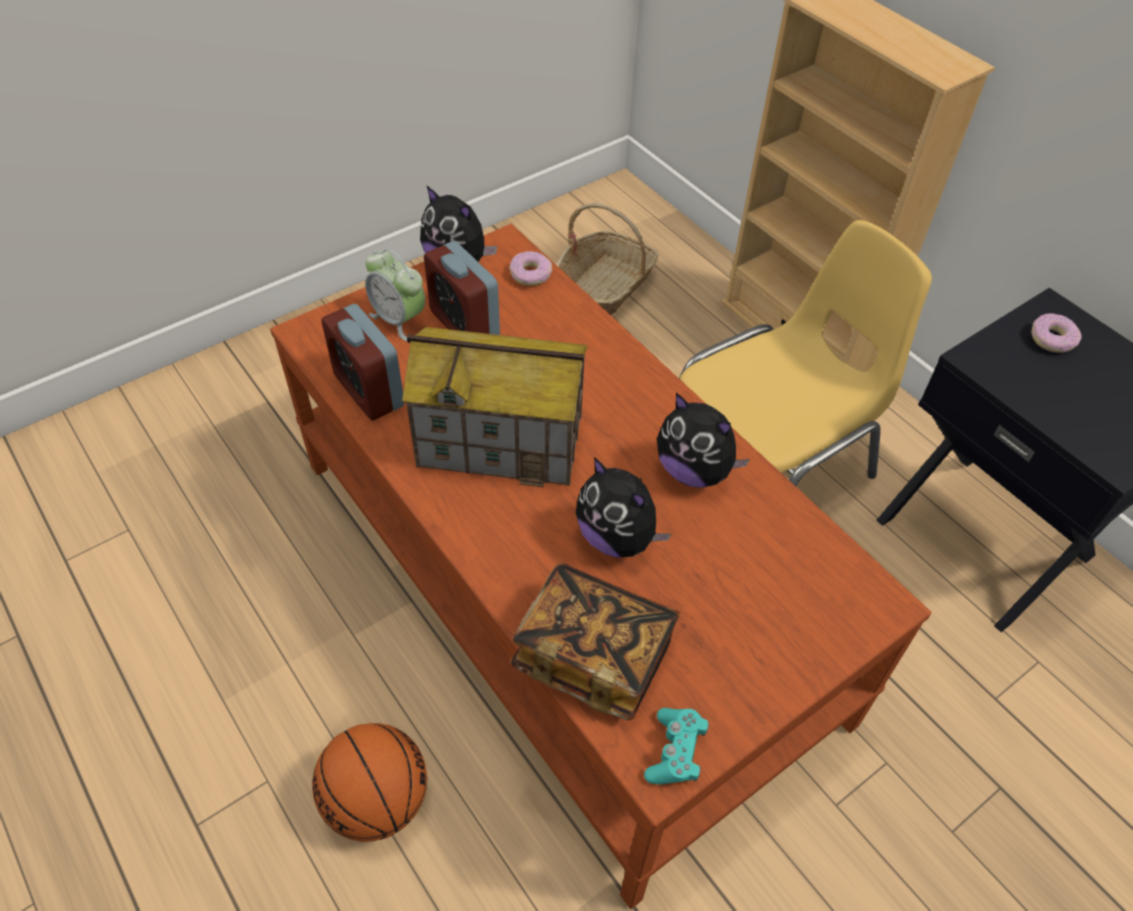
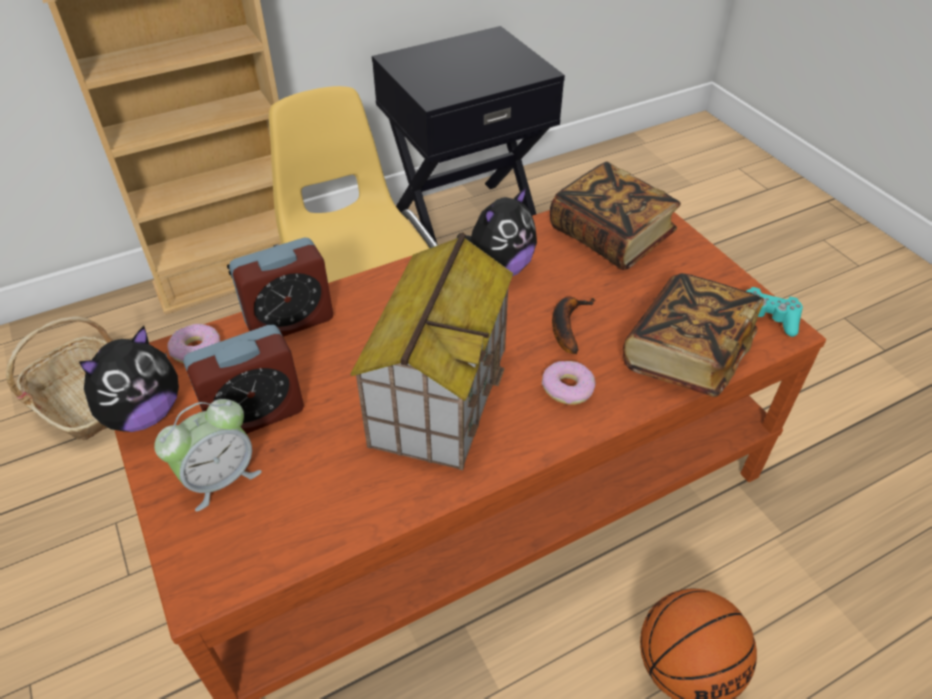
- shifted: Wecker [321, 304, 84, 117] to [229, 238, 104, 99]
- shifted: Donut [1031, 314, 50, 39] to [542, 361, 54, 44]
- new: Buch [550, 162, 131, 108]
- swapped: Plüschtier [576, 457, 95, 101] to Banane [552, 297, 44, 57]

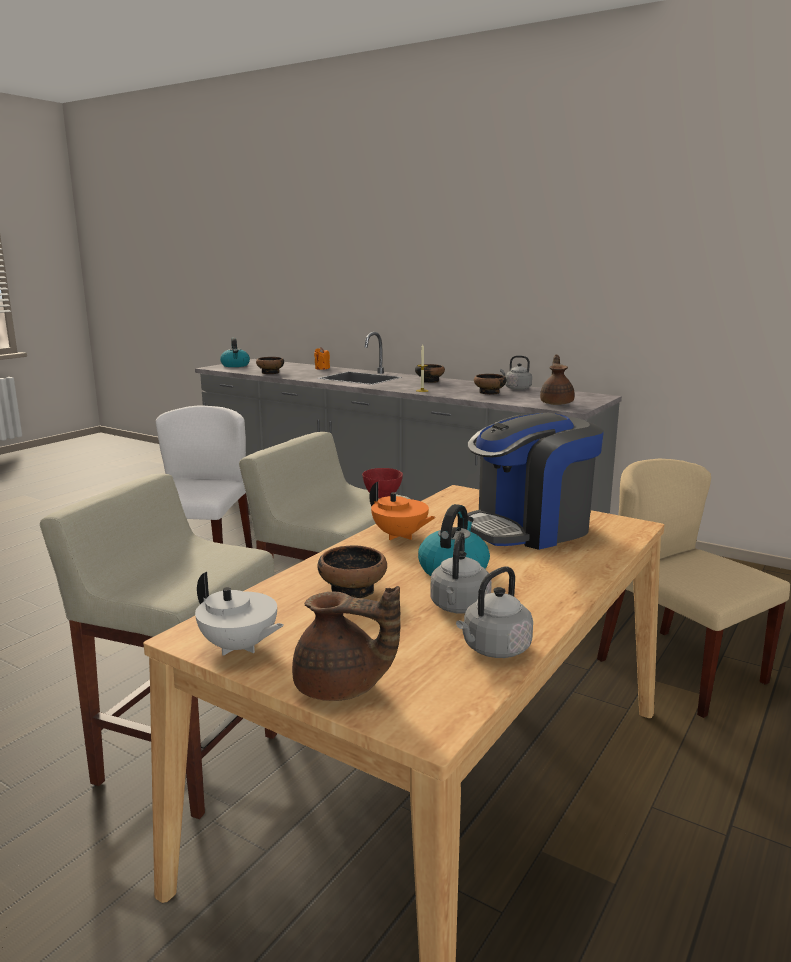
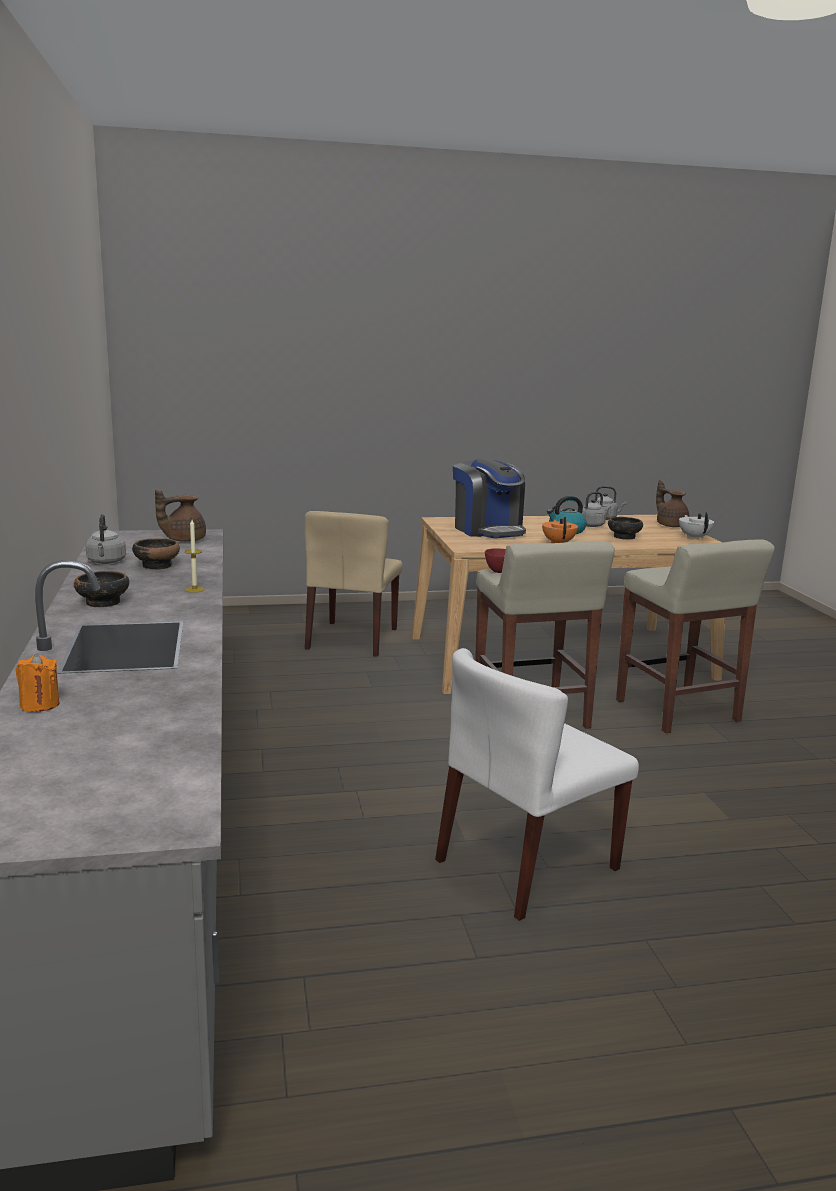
- rotated: Kaffeemaschine [467, 413, 137, 137] = [453, 459, 73, 79] 45 degrees clockwise
- gone: Wasserkessel [220, 338, 30, 29]
- gone: Schüssel [256, 357, 28, 17]

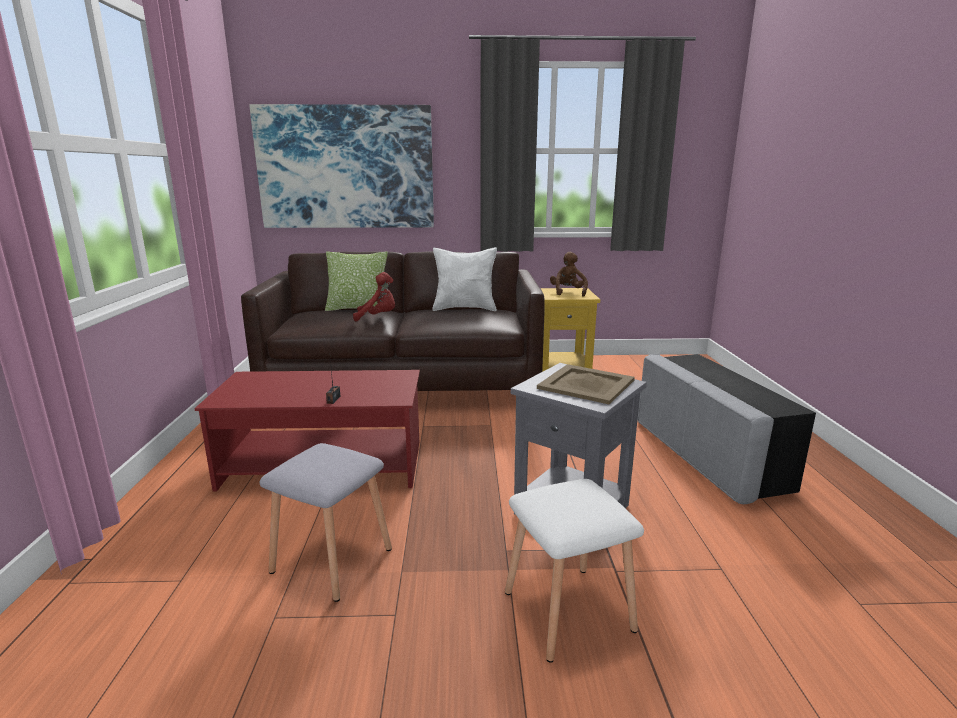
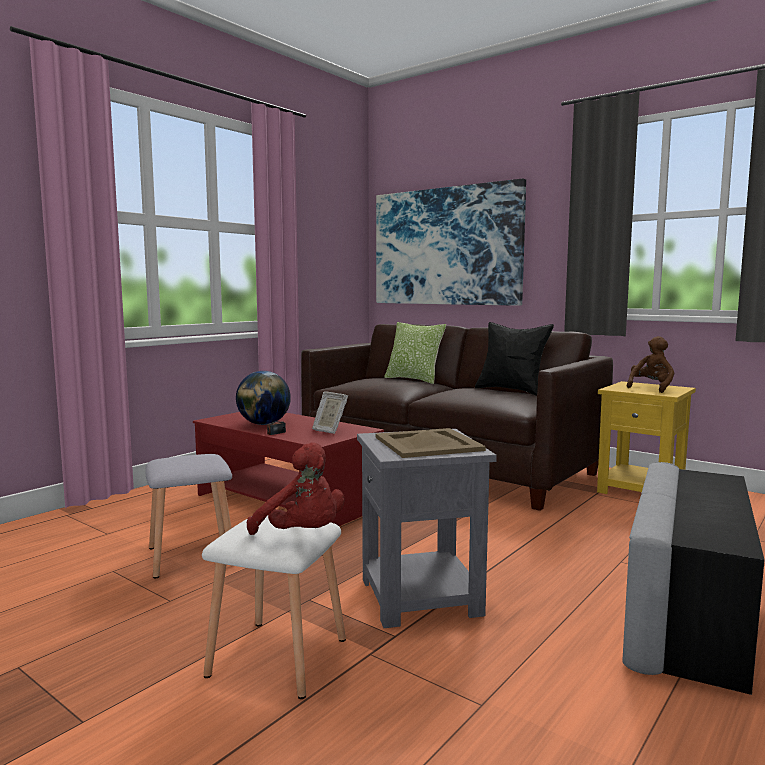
- new: Globus [236, 371, 55, 54]
- shifted: Plüschtier (rot) [353, 272, 42, 50] to [247, 442, 97, 93]
- new: Bilderrahmen [312, 391, 36, 43]
- repainted: Kissen (weiß) [432, 247, 65, 64] to Kissen (schwarz) [475, 322, 79, 74]

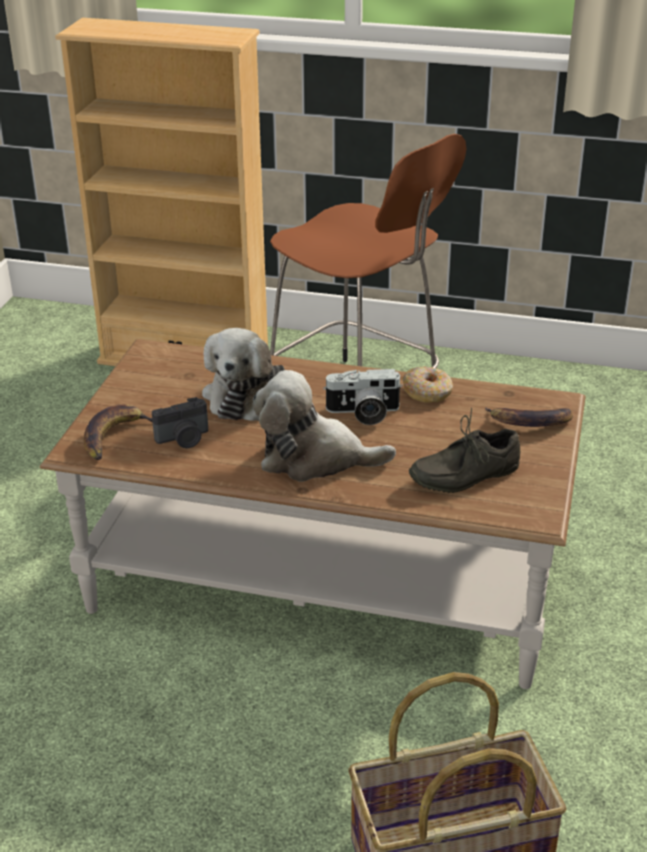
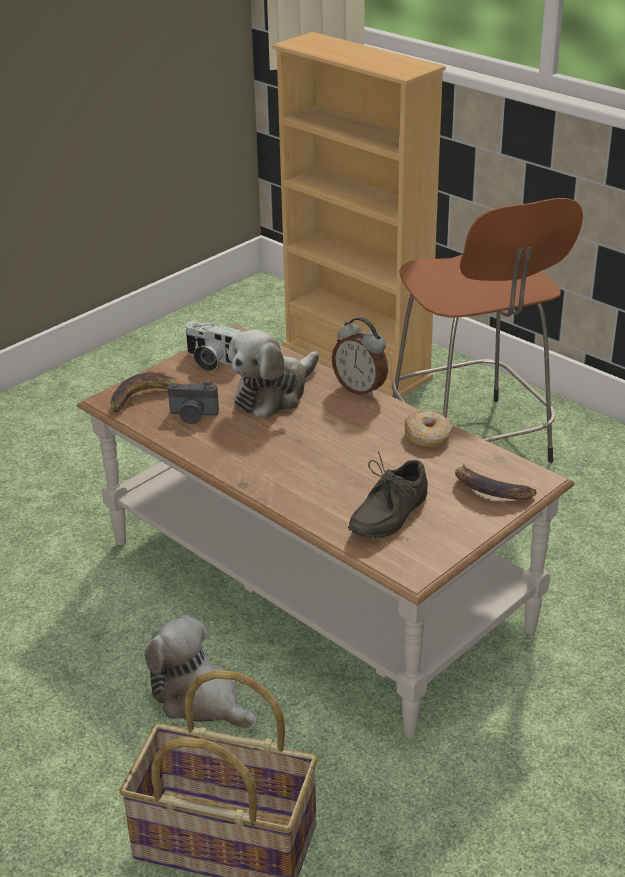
- shifted: Plüschtier [253, 370, 143, 112] to [144, 615, 113, 114]
- shifted: Kamera [323, 369, 80, 56] to [185, 322, 57, 49]
- new: Wecker [332, 317, 56, 81]
- rotated: Schuh (grau) [409, 408, 111, 85] = [348, 451, 80, 87] 60 degrees counterclockwise

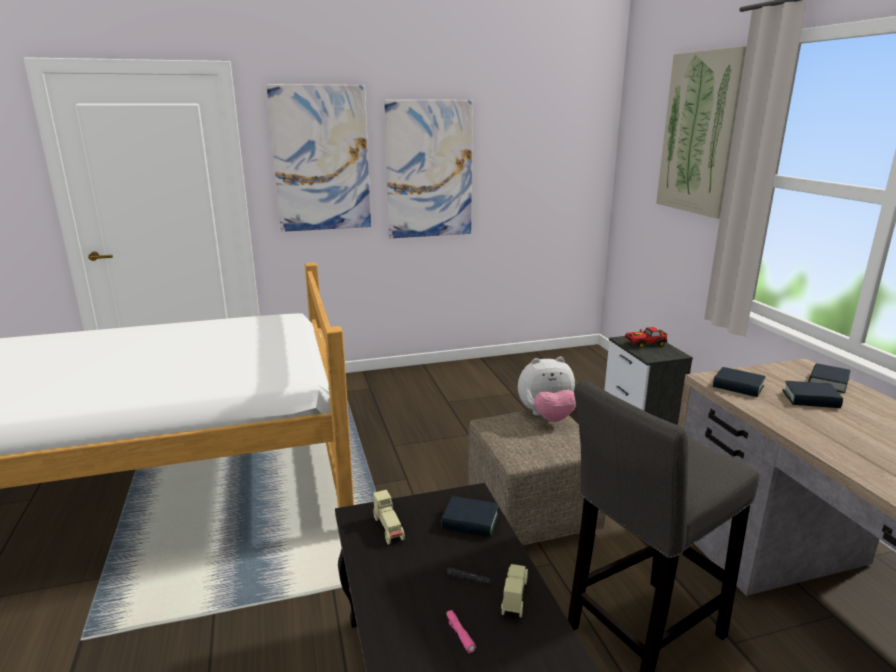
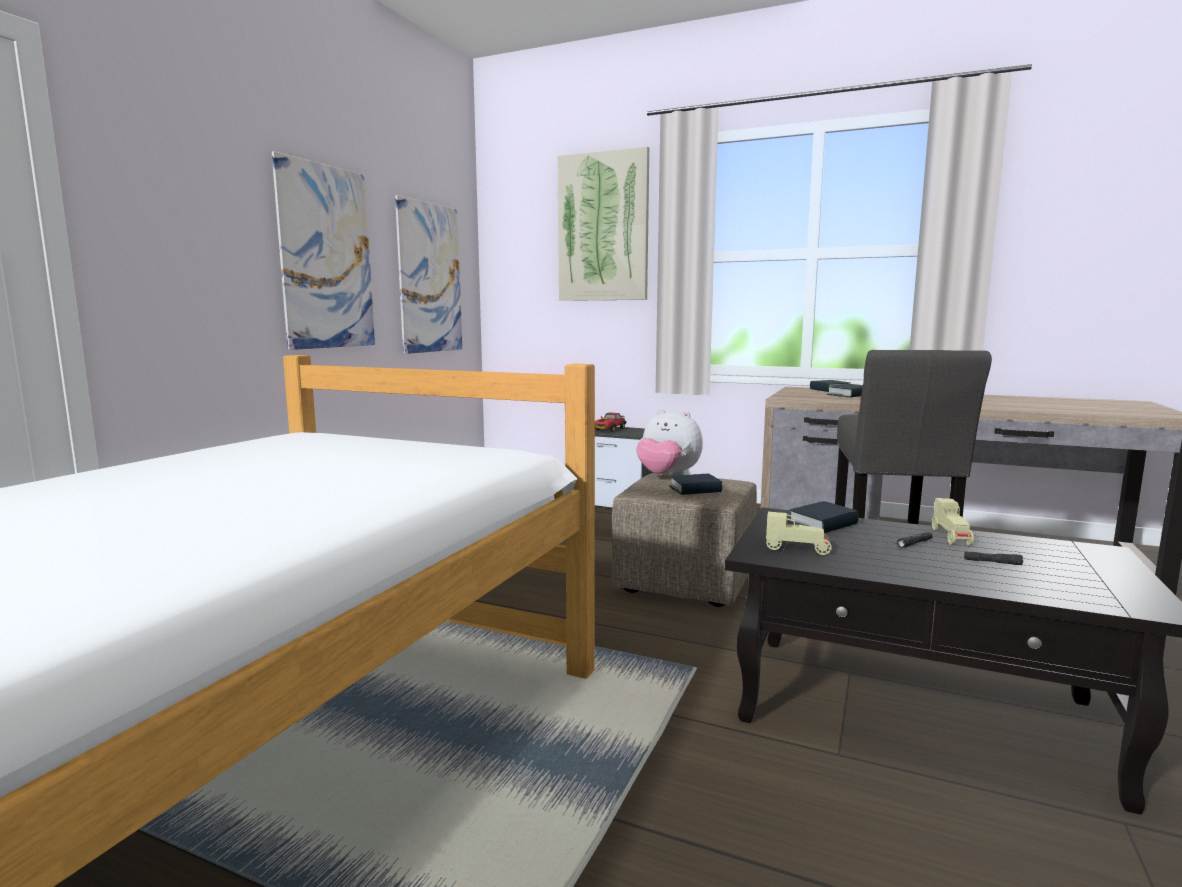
- shifted: Bild [267, 84, 104, 148] to [395, 195, 67, 159]
- rotated: Plüschtier [518, 357, 58, 65] = [636, 409, 67, 67] 90 degrees clockwise
- shifted: Buch [713, 367, 53, 30] to [670, 474, 52, 21]
- rotated: Spielzeugauto (beige) [501, 564, 27, 54] = [932, 498, 42, 47] 135 degrees counterclockwise
- repainted: Taschenlampe (rosa) [446, 610, 30, 43] to Taschenlampe (schwarz) [964, 552, 59, 13]

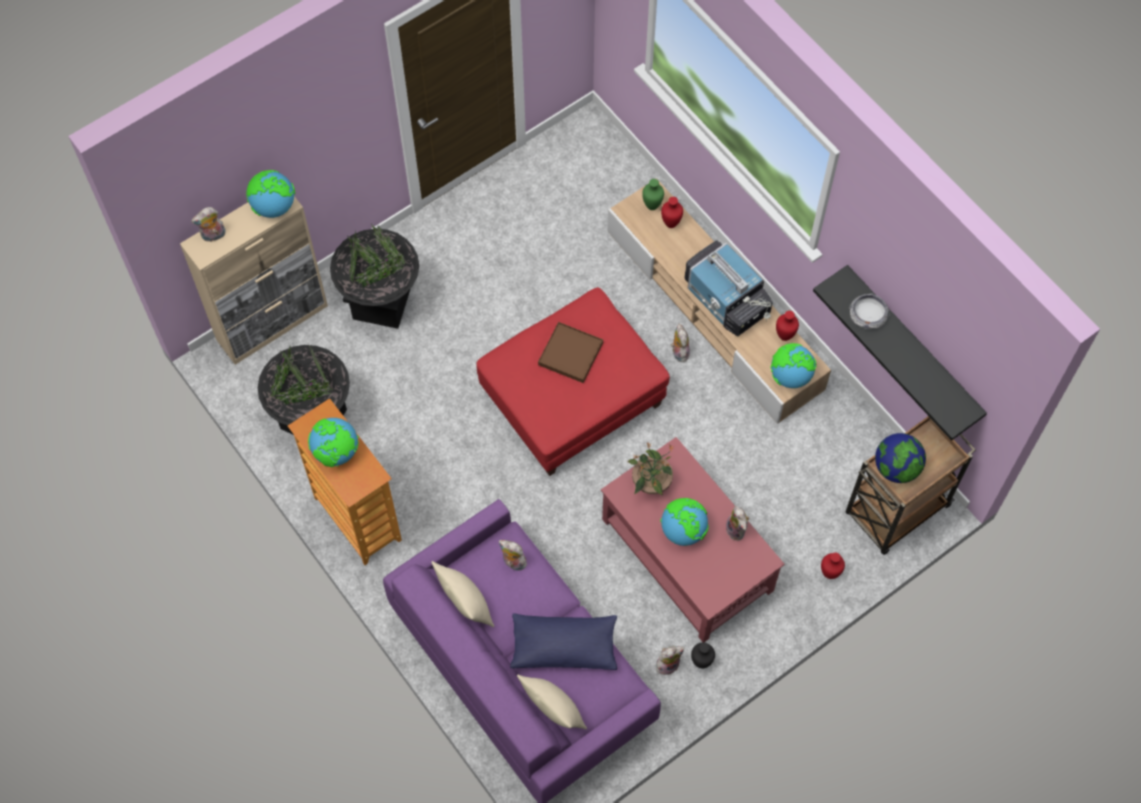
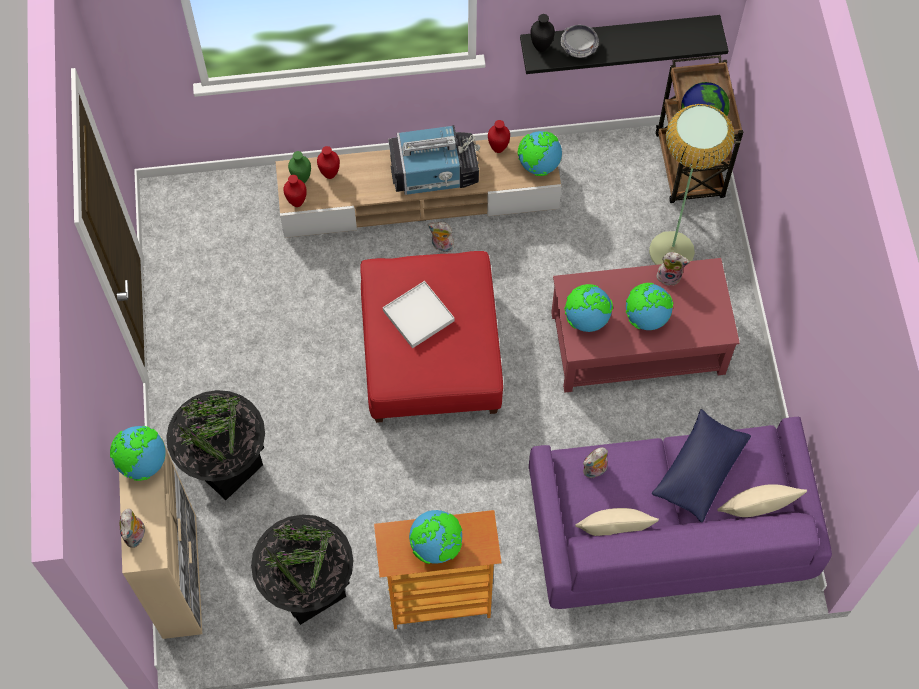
- shifted: Vase (rot) [821, 553, 24, 26] to [283, 175, 24, 32]
- repainted: Tablett (braun) [538, 322, 65, 61] to Tablett (weiß) [383, 281, 72, 67]
- shifted: Vase (schwarz) [691, 642, 24, 26] to [531, 14, 24, 38]
- swapped: Topfpflanze [628, 442, 46, 53] to Globus [564, 284, 49, 48]
- new: Stehlampe [649, 104, 86, 161]
- gone: Plüschtier [656, 646, 28, 29]

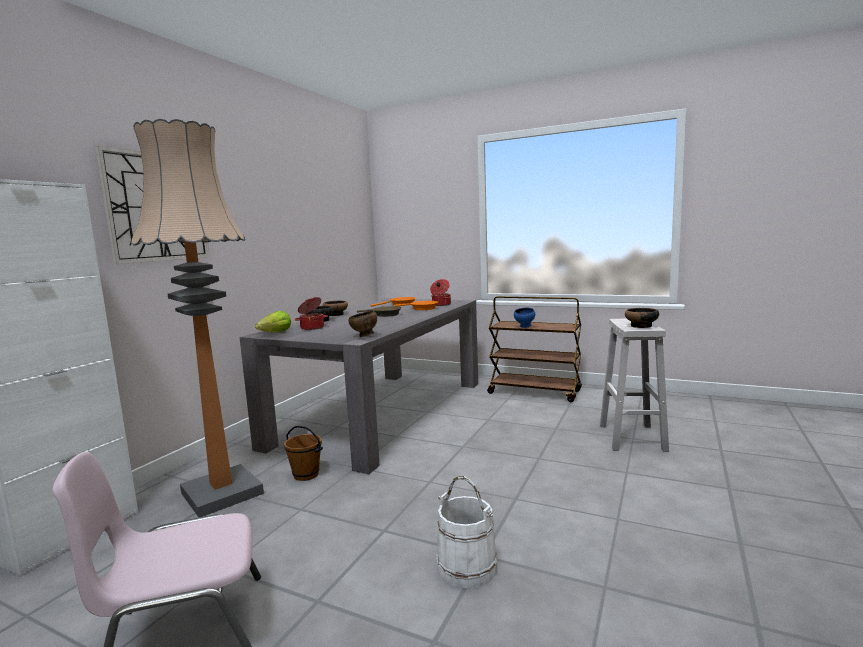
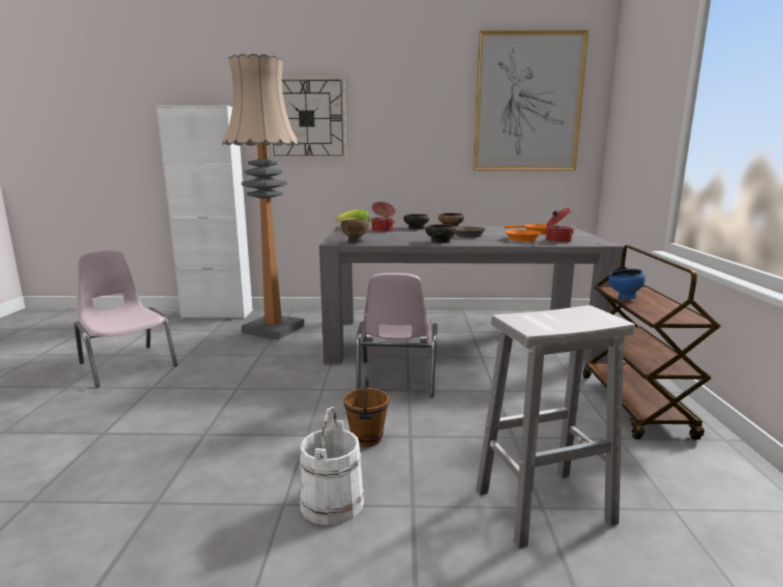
- shifted: Eimer (weiß) [436, 476, 61, 113] to [299, 406, 65, 120]
- shifted: Eimer (braun) [284, 426, 39, 55] to [344, 377, 45, 70]
- new: Stuhl (rosa) [356, 273, 81, 124]
- shifted: Schüssel [625, 308, 34, 20] to [425, 224, 31, 19]
- new: Bild [473, 30, 116, 140]

